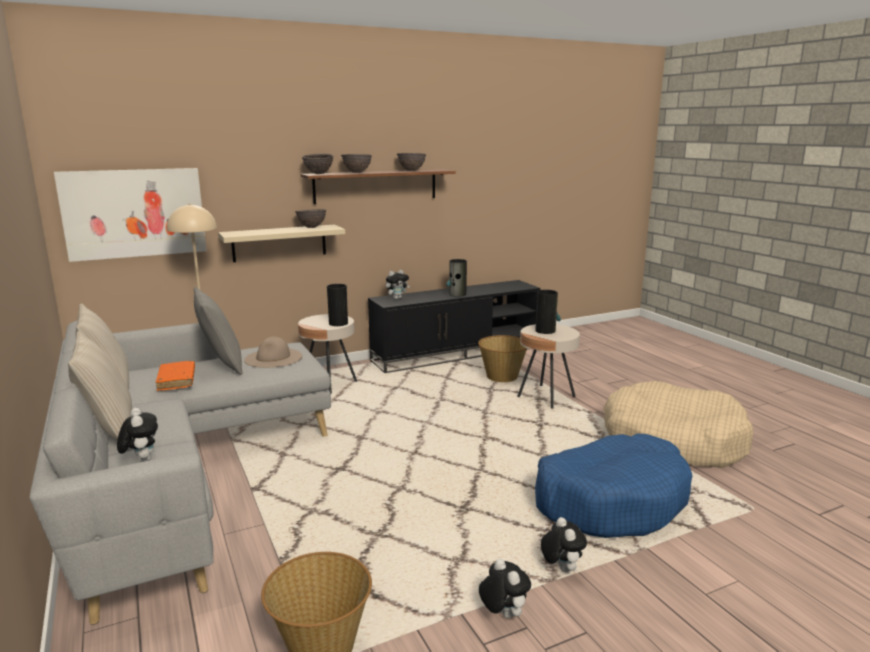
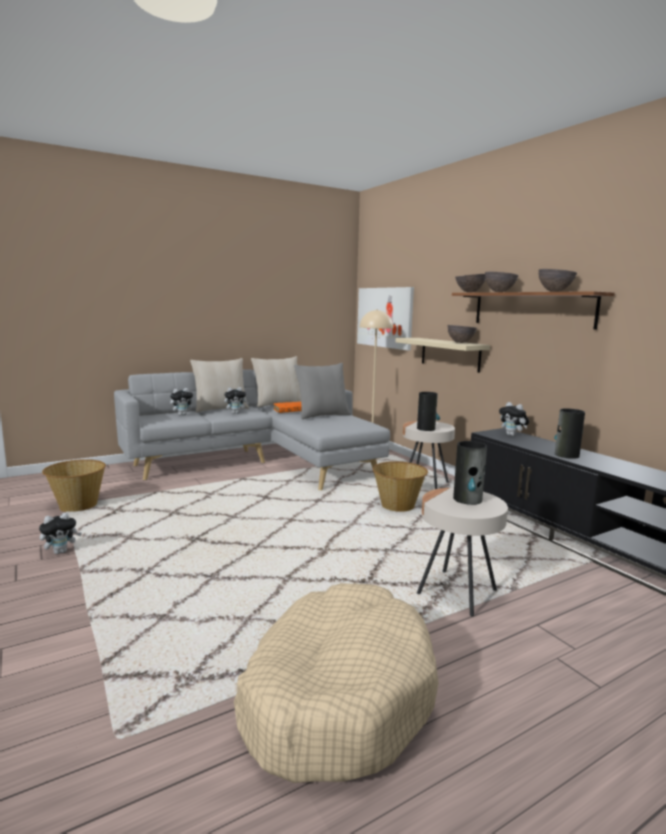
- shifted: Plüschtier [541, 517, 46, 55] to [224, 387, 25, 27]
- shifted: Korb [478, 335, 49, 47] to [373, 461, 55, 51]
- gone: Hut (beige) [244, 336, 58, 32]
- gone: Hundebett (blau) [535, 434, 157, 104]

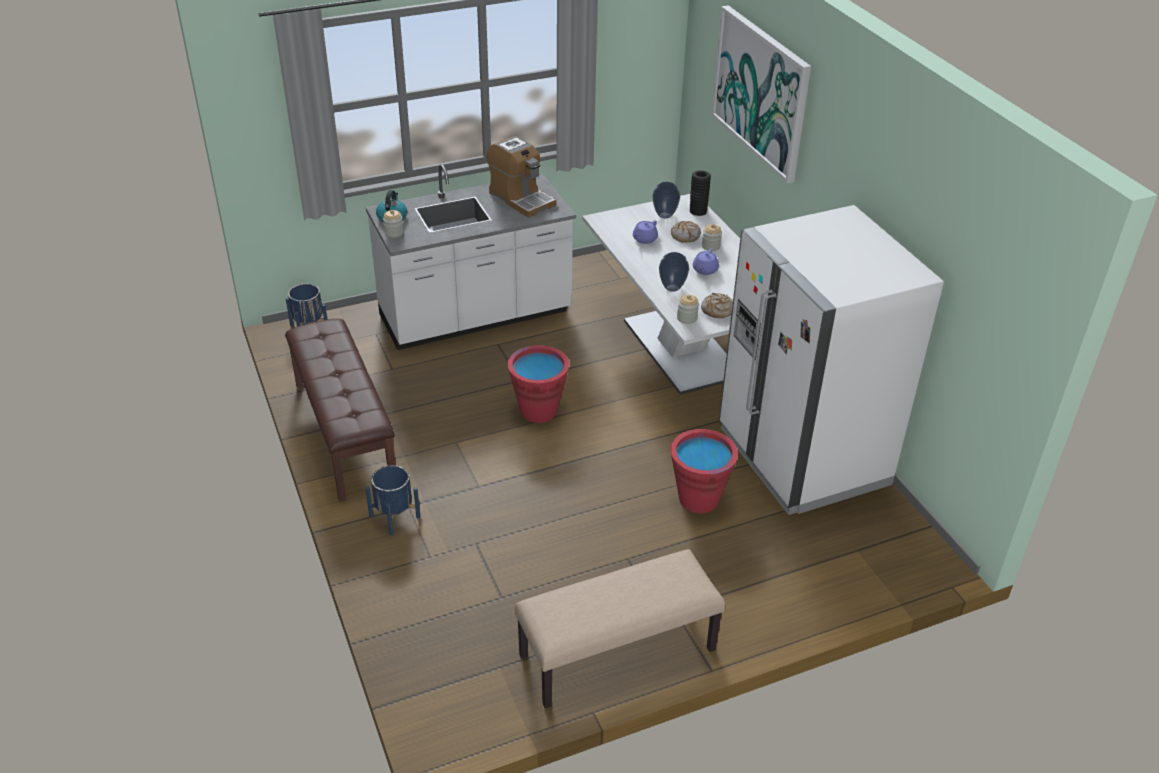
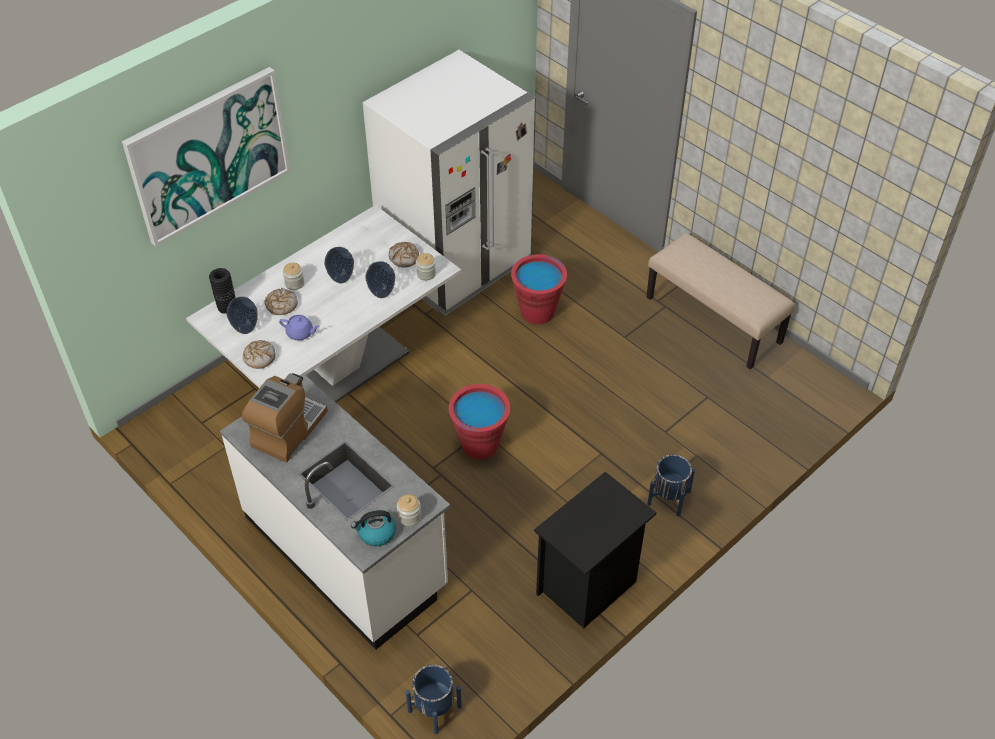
- new: Brot [243, 340, 33, 29]
- swapped: Teekanne (lila) [693, 249, 26, 26] to Vase [324, 247, 30, 36]
- swapped: Bank (braun) [285, 319, 111, 183] to Nachttisch (schwarz) [534, 472, 123, 157]

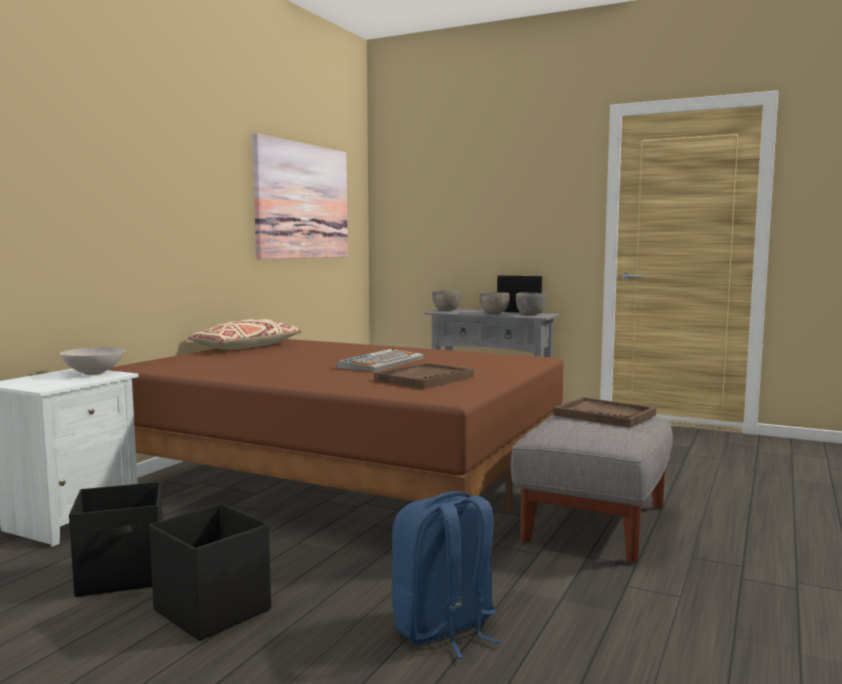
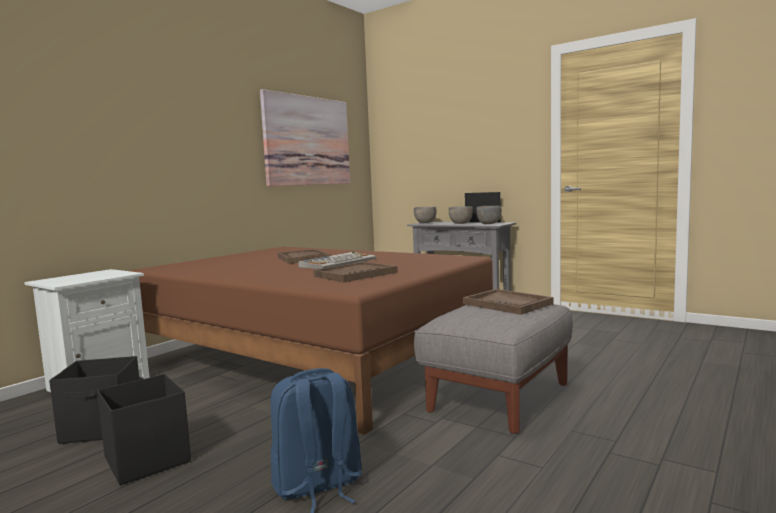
- new: Tablett (braun) [278, 249, 53, 15]
- gone: Schüssel (weiß) [59, 347, 66, 28]
- gone: Kissen (beige) [187, 319, 115, 31]

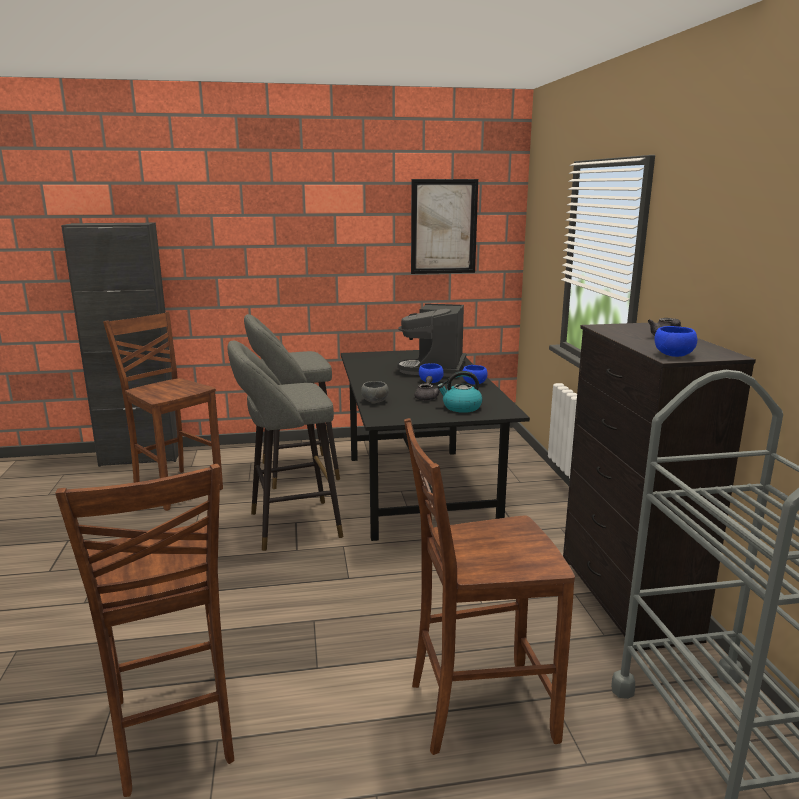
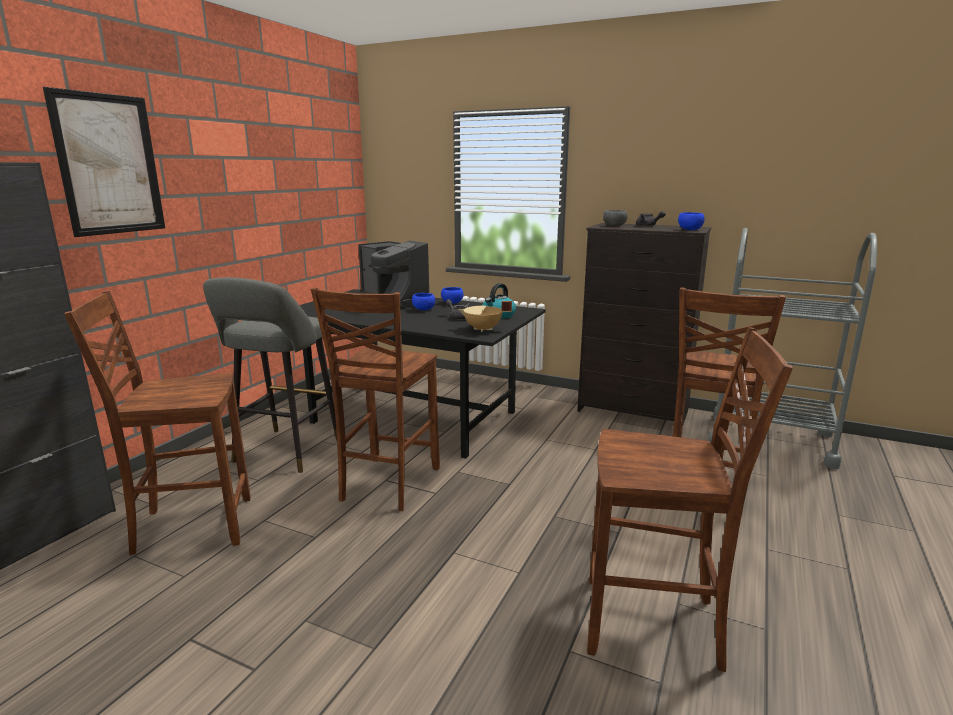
- shifted: Bild [411, 179, 67, 95] to [43, 87, 122, 150]
- swapped: Hocker (grau) [228, 341, 115, 210] to Stuhl (braun) [311, 288, 129, 223]
- new: Kochtopf (beige) [459, 301, 53, 31]
- shifted: Schüssel (grau) [361, 381, 28, 22] to [603, 210, 24, 17]

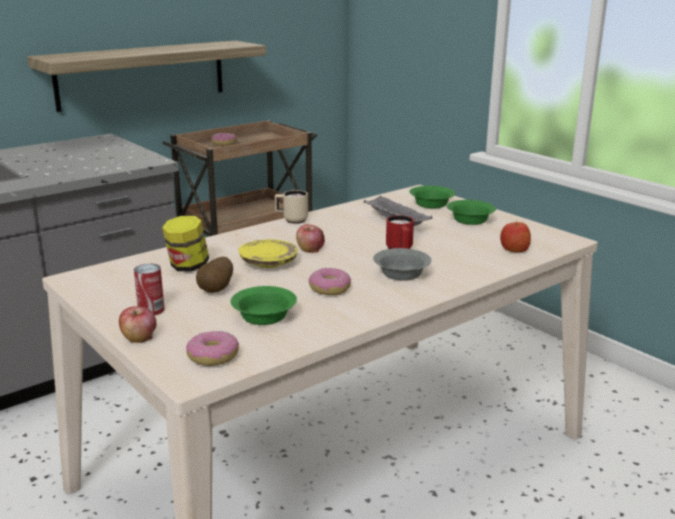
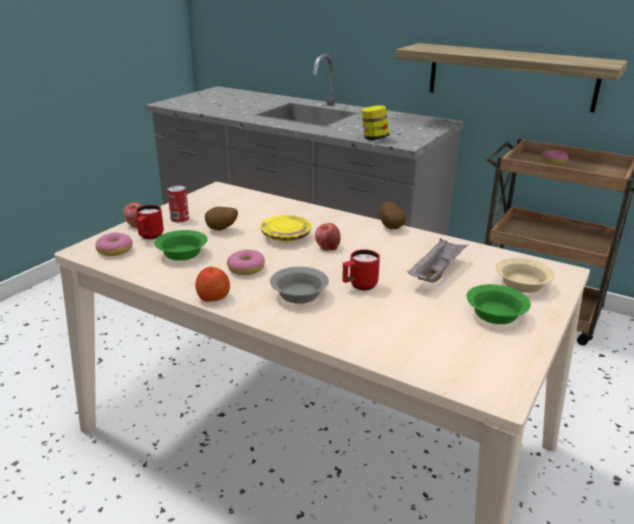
- new: Henkelbecher (rot) [136, 205, 28, 34]
- shifted: Apfel [500, 220, 31, 32] to [195, 266, 35, 36]
- shifted: Vorratsglas [162, 216, 47, 55] to [361, 105, 28, 35]
- swapped: Henkelbecher (beige) [275, 190, 33, 34] to Kartoffel [379, 201, 27, 28]
- repainted: Schüssel (grün) [409, 186, 46, 22] to Schüssel (beige) [496, 258, 59, 35]

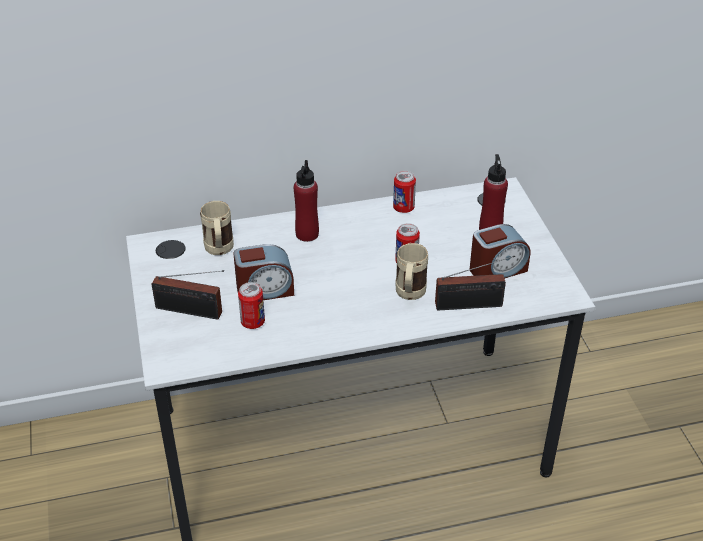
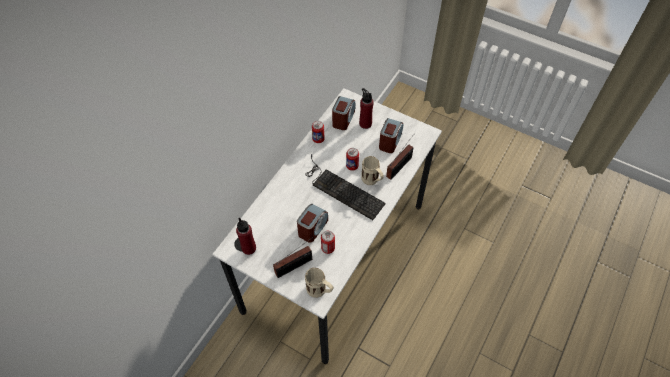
- shifted: Flasche (rot) [294, 160, 25, 82] to [236, 218, 20, 37]
- new: Tastatur [305, 154, 81, 66]
- shifted: Henkelbecher (beige) [200, 201, 34, 54] to [305, 268, 29, 30]
- new: Wecker [332, 96, 23, 34]

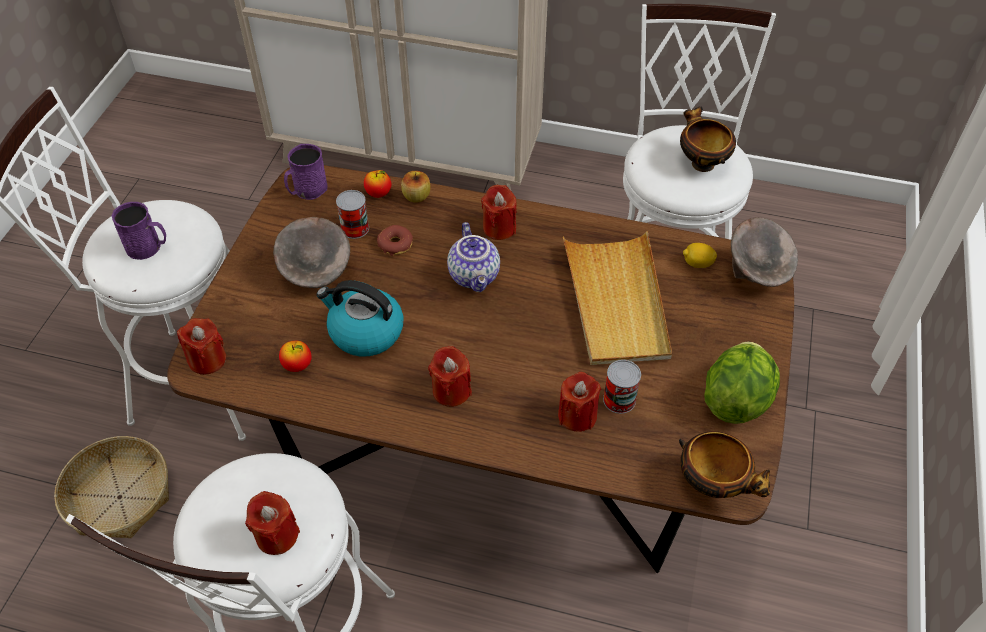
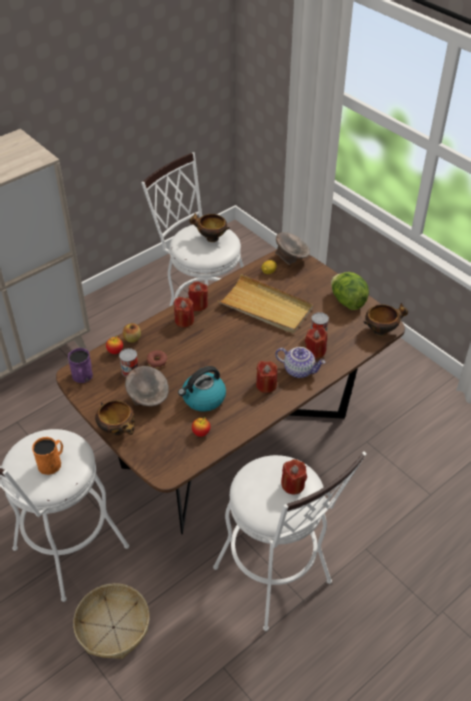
- repainted: Henkelbecher (lila) [112, 202, 54, 58] to Henkelbecher (orange) [32, 437, 31, 38]
- new: Schüssel [95, 400, 40, 36]
- shifted: Kerze (rot) [177, 318, 49, 57] to [188, 281, 20, 30]
- shifted: Teekanne [447, 222, 53, 70] to [275, 347, 51, 31]

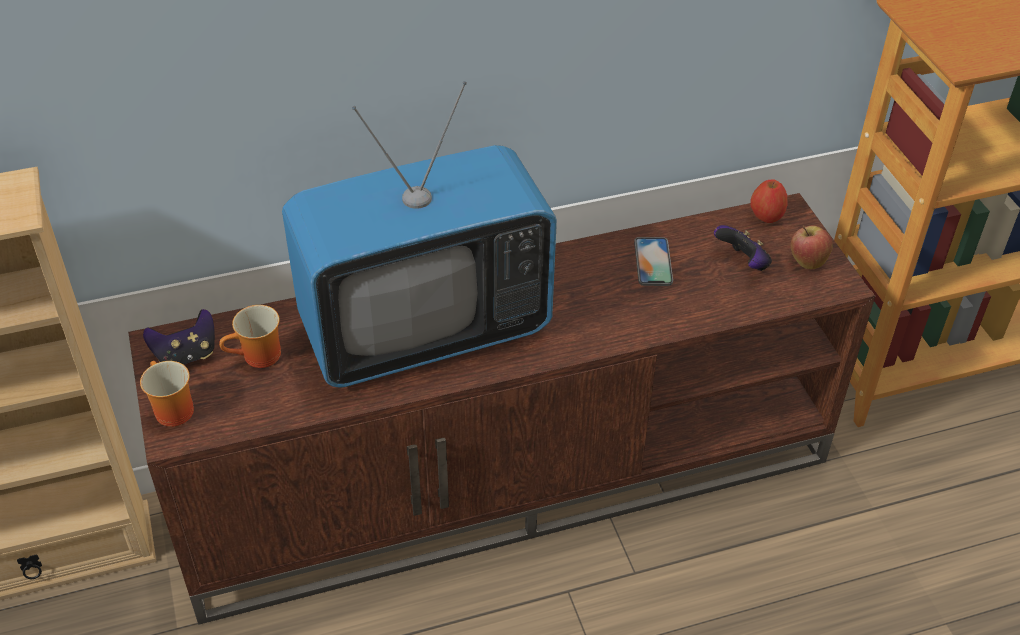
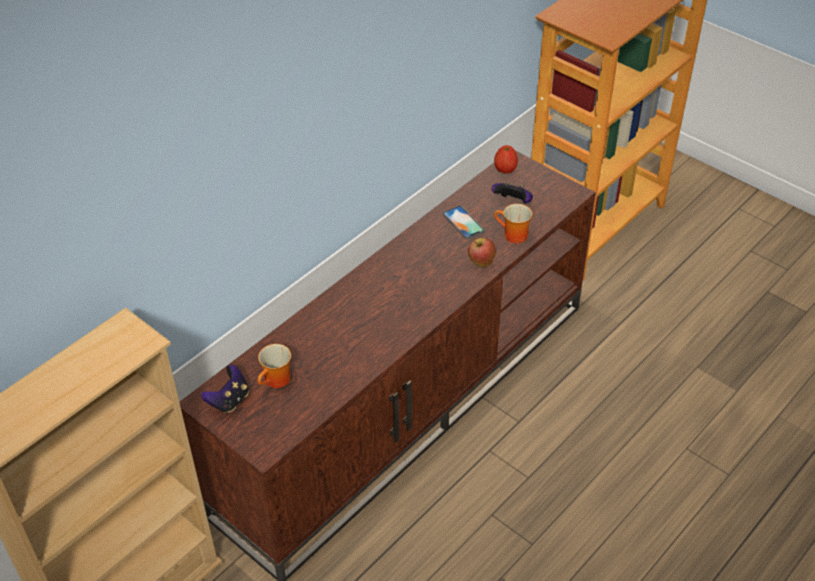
- shifted: Apfel [791, 225, 41, 44] to [468, 238, 28, 29]
- shifted: Henkelbecher [140, 361, 54, 66] to [494, 204, 38, 39]
- gone: Fernseher [282, 81, 275, 307]

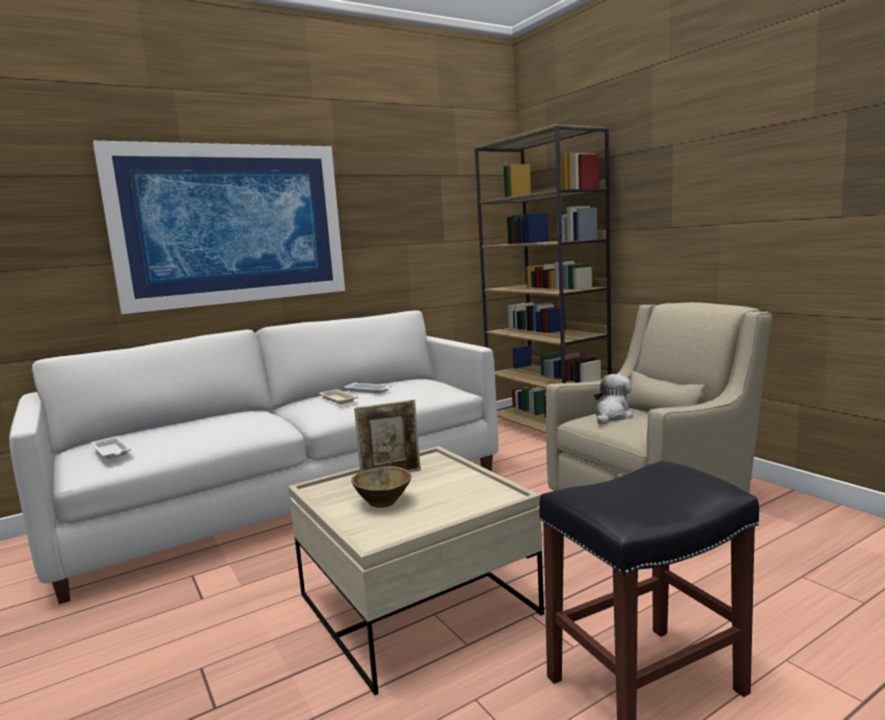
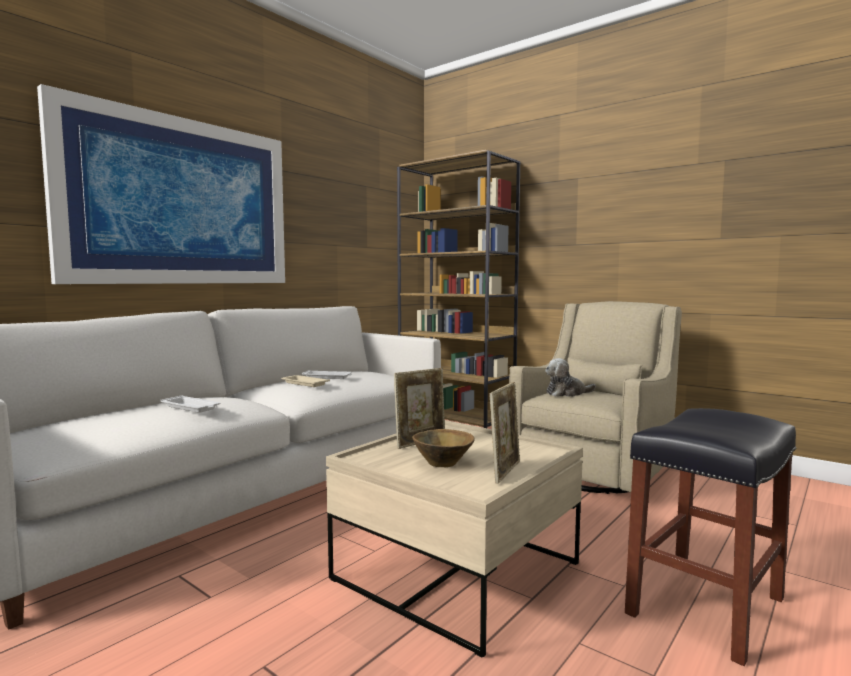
- shifted: Tablett (weiß) [91, 436, 40, 23] to [161, 395, 59, 18]
- new: Bilderrahmen [489, 382, 31, 102]
- rotated: Plüschtier [594, 374, 39, 51] = [545, 358, 51, 39] 120 degrees counterclockwise

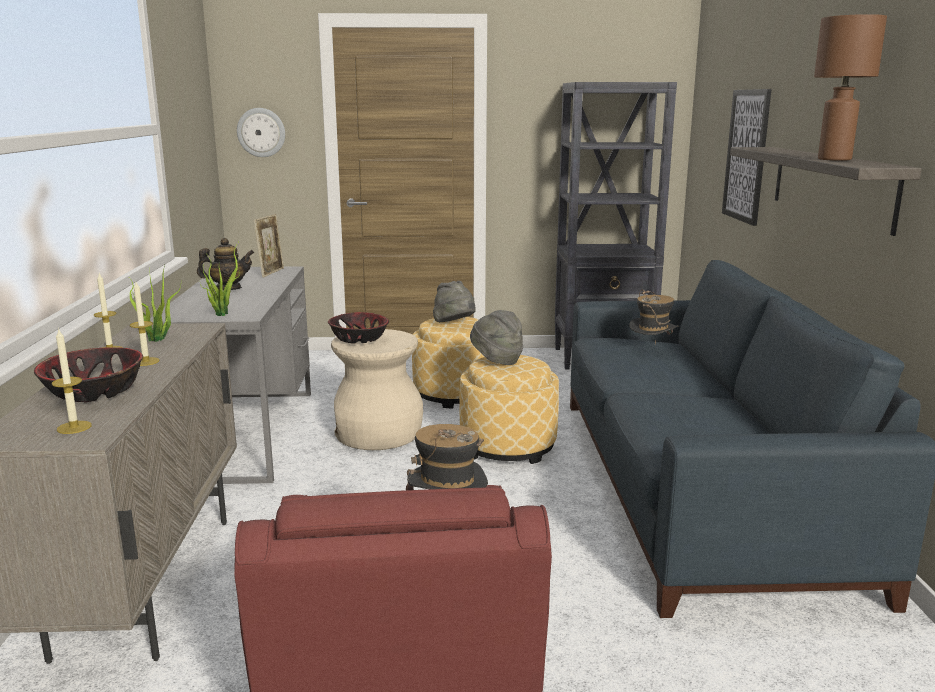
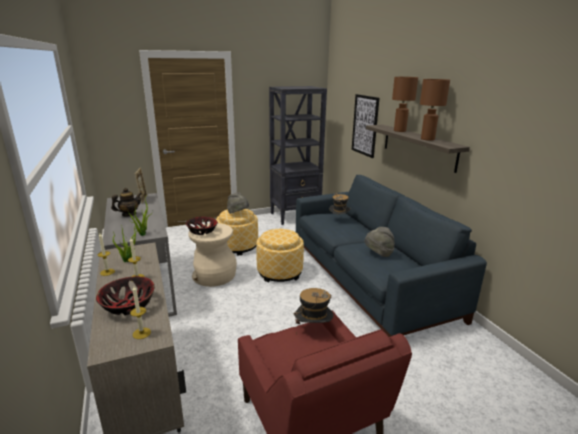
- shifted: Hut (grau) [470, 310, 53, 55] to [365, 227, 29, 30]
- new: Tischlampe (braun) [392, 77, 26, 55]
- gone: Wanduhr [237, 108, 48, 49]

